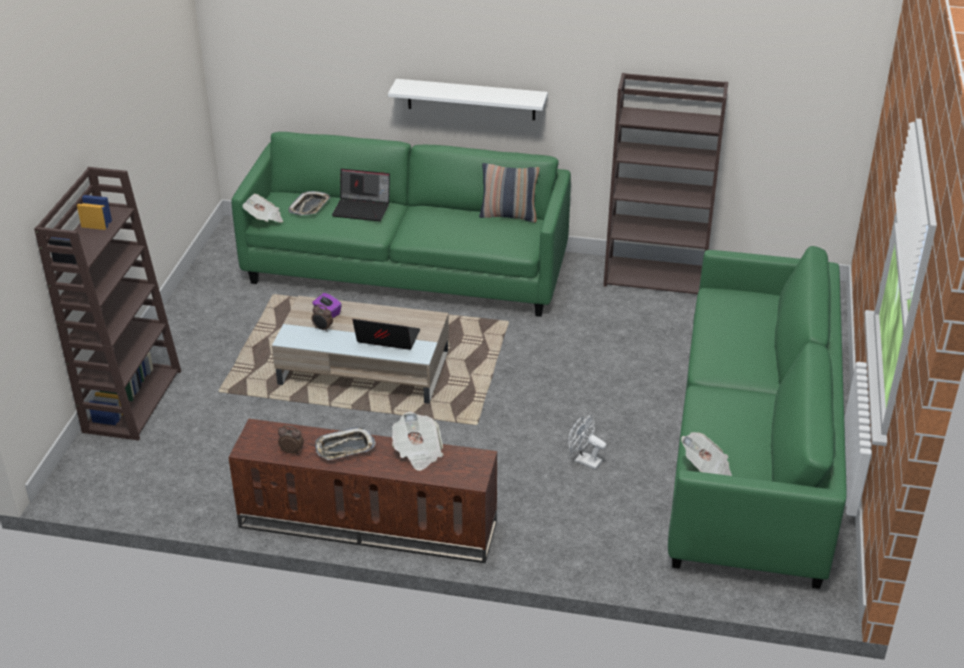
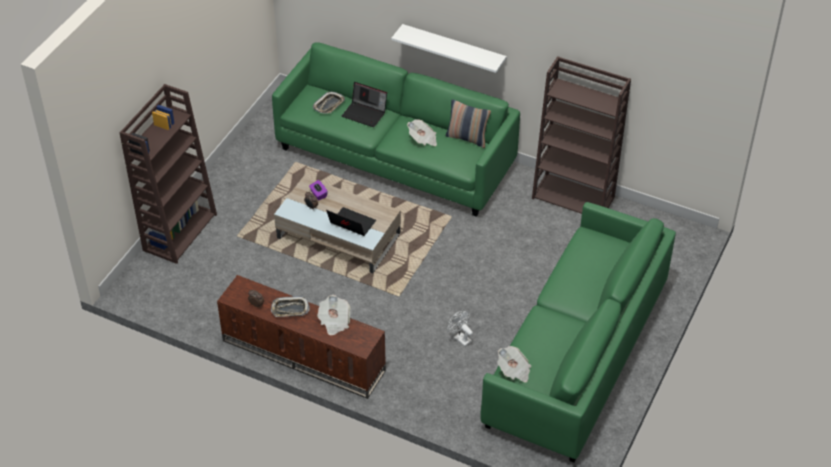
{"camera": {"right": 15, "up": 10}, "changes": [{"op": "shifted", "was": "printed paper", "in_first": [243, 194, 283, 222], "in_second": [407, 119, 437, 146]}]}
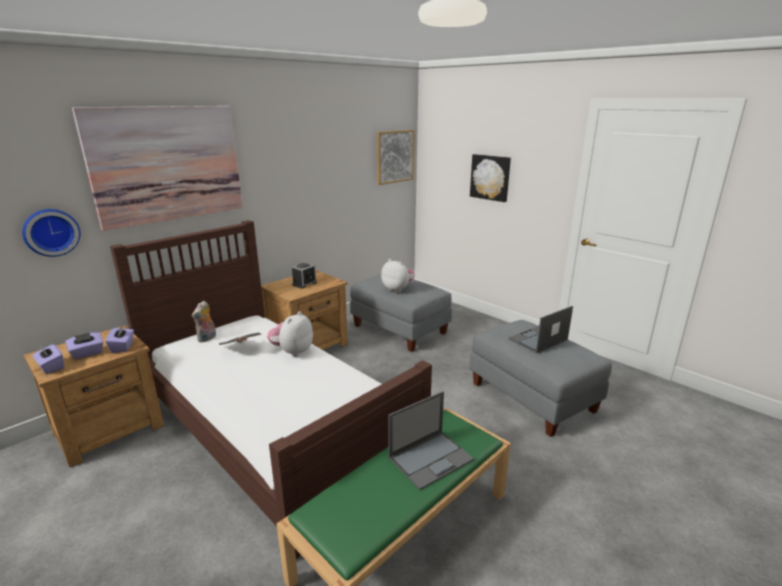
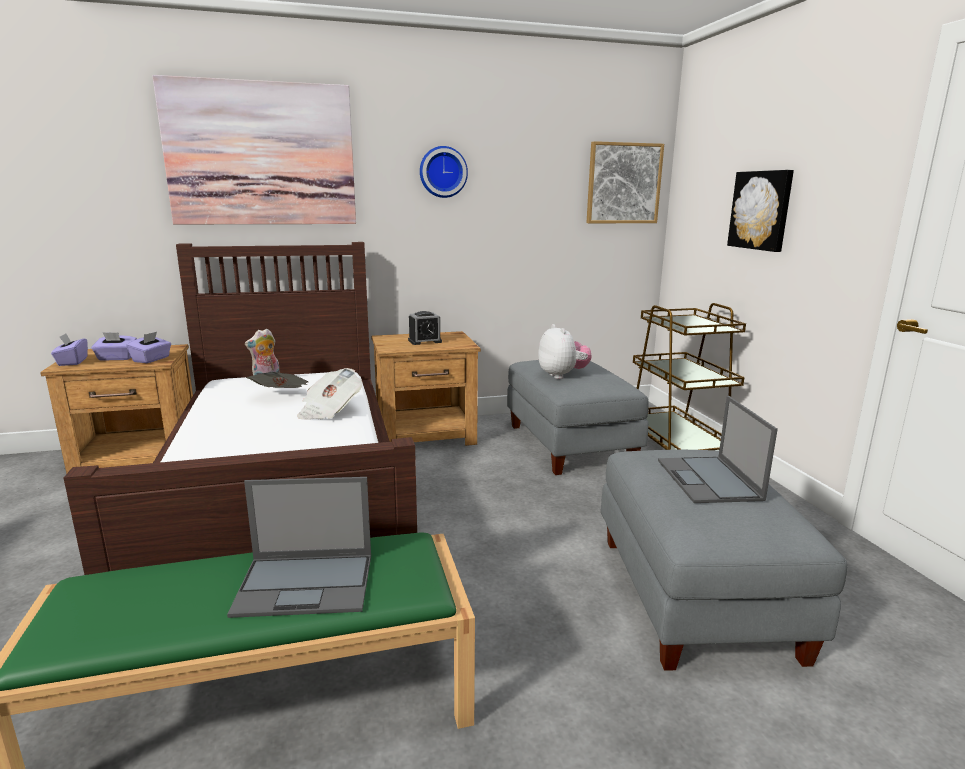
{"camera": {"right": 30, "up": -5}, "changes": [{"op": "shifted", "was": "clock on the wall", "in_first": [22, 209, 80, 257], "in_second": [420, 146, 468, 198]}, {"op": "swapped", "was": "cuddly toy", "now": "printed paper", "in_first": [267, 311, 313, 357], "in_second": [297, 368, 362, 420]}, {"op": "rotated", "was": "portable computer", "in_first": [508, 306, 573, 353], "in_second": [658, 396, 778, 503], "clockwise": -90}, {"op": "new", "now": "cart (brownish)", "in_second": [633, 303, 746, 450]}]}
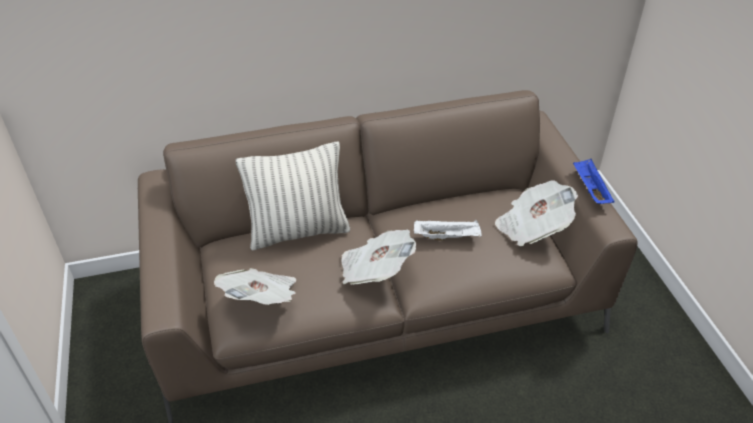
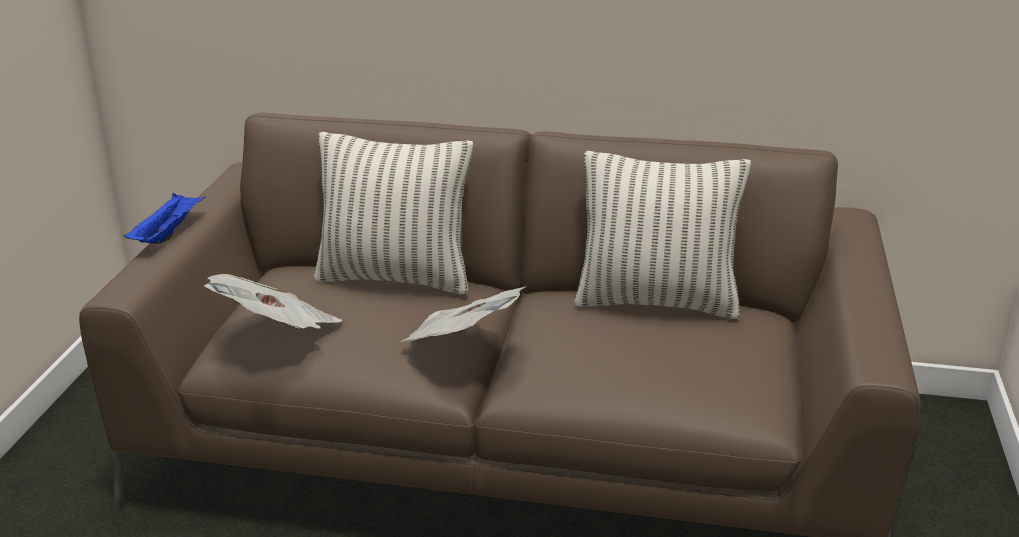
{"camera": {"right": 25, "up": -15}, "changes": [{"op": "gone", "was": "serving tray (whitish)", "in_first": [414, 220, 482, 241]}, {"op": "gone", "was": "printed paper", "in_first": [495, 180, 578, 247]}, {"op": "shifted", "was": "serving tray (bluish)", "in_first": [573, 159, 614, 204], "in_second": [124, 193, 205, 244]}, {"op": "new", "now": "cushion", "in_second": [574, 151, 751, 319]}]}
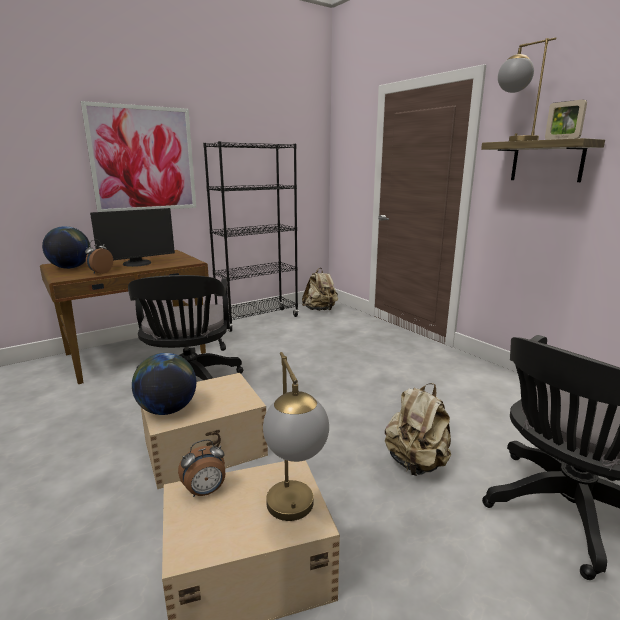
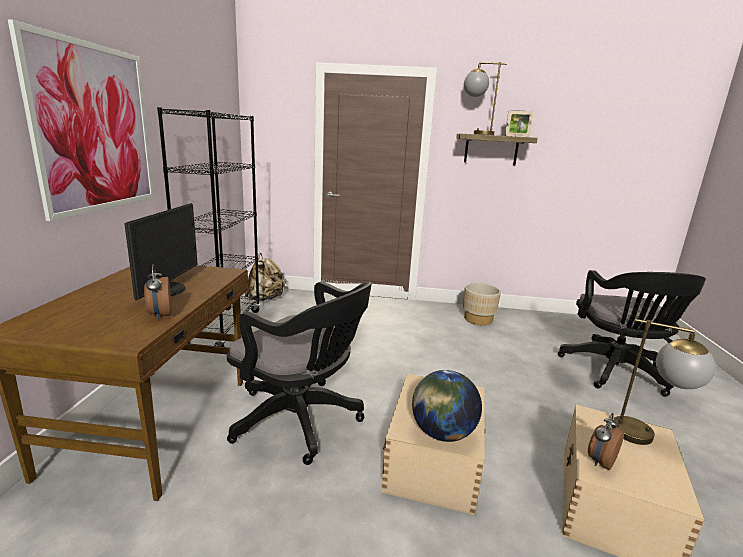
{"camera": {"right": -50, "up": 0}, "changes": [{"op": "gone", "was": "globe", "in_first": [42, 226, 90, 269]}, {"op": "rotated", "was": "alarm clock", "in_first": [178, 439, 225, 497], "in_second": [588, 413, 624, 470], "clockwise": -150}, {"op": "gone", "was": "knapsack (beige)", "in_first": [385, 383, 451, 476]}, {"op": "new", "now": "plant pot (beige)", "in_second": [463, 283, 501, 325]}]}
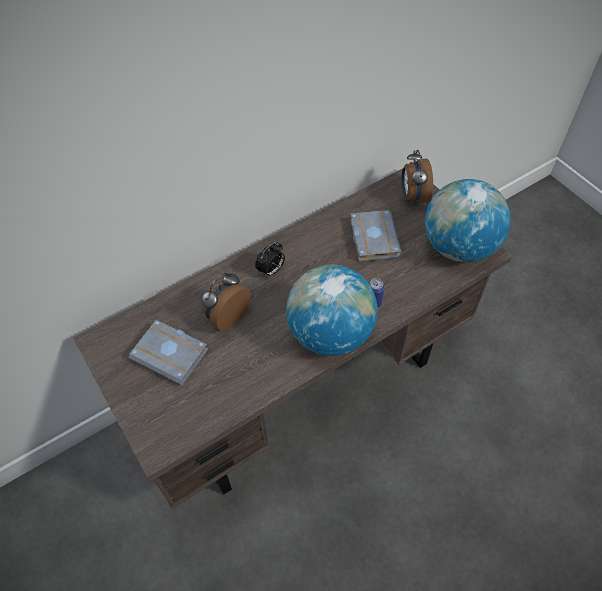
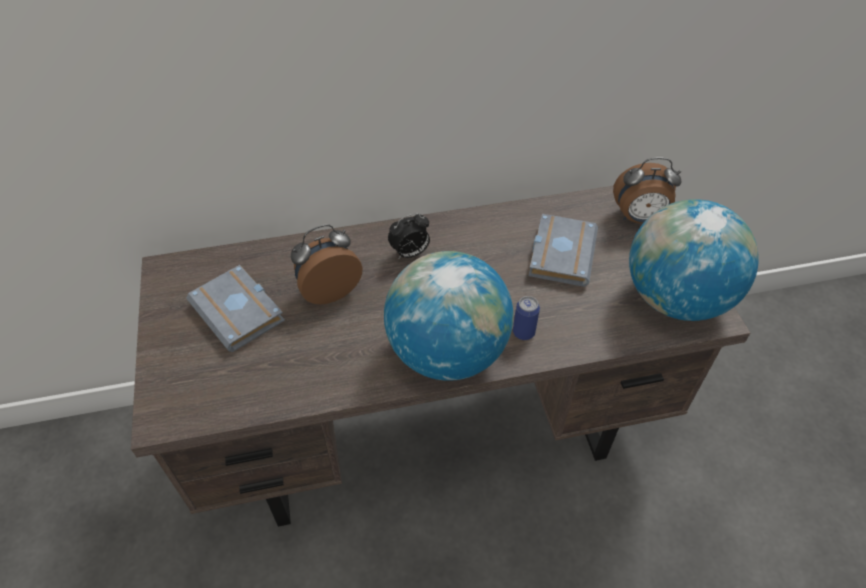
{"camera": {"right": 20, "up": -5}, "changes": [{"op": "rotated", "was": "alarm clock", "in_first": [402, 150, 433, 205], "in_second": [613, 157, 682, 224], "clockwise": -105}]}
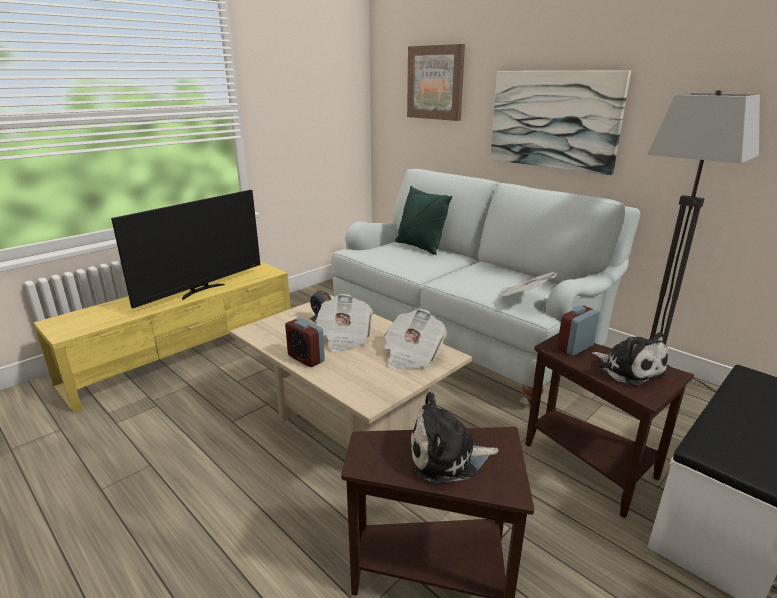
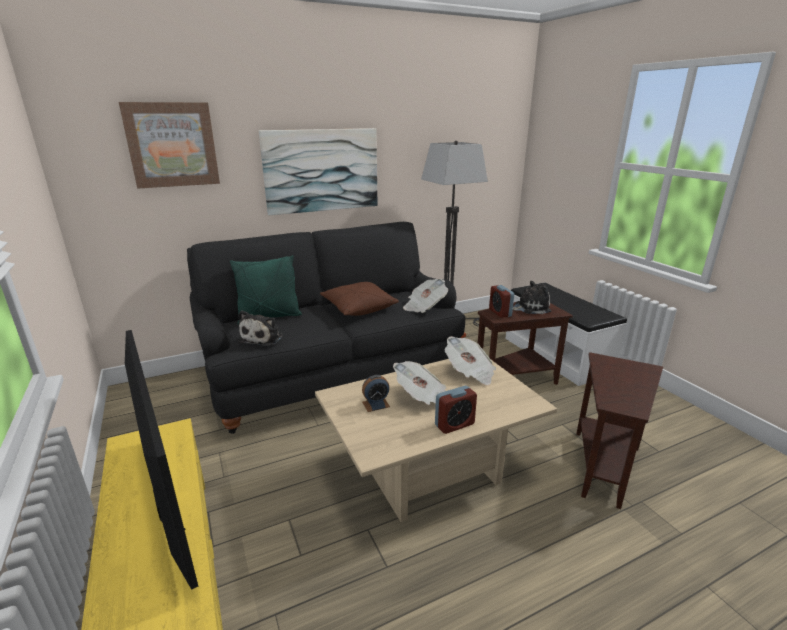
{"camera": {"right": -70, "up": 0}, "changes": [{"op": "repainted", "was": "settee (whitish)", "now": "settee (black-coloured)", "in_first": [331, 169, 640, 405], "in_second": [187, 222, 465, 434]}, {"op": "shifted", "was": "cuddly toy", "in_first": [410, 392, 499, 483], "in_second": [239, 311, 283, 346]}, {"op": "new", "now": "cushion (brownish)", "in_second": [320, 282, 399, 316]}]}
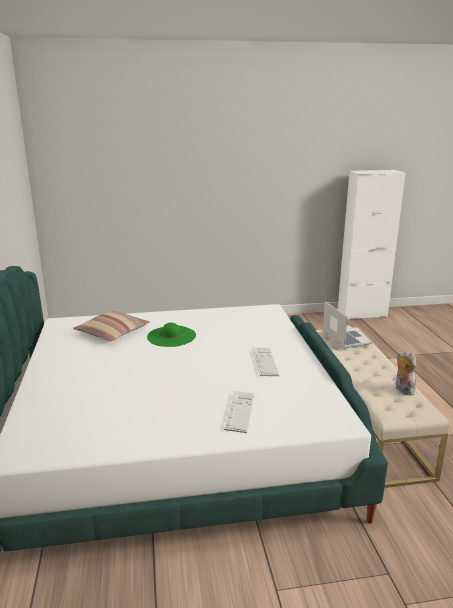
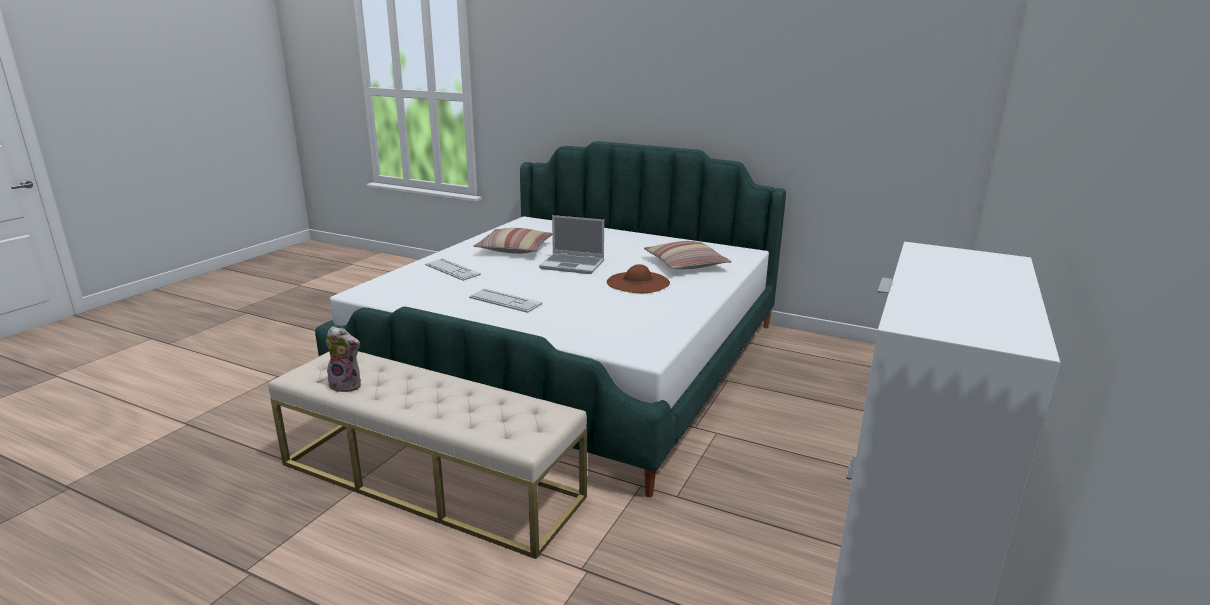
{"camera": {"right": 125, "up": 0}, "changes": [{"op": "repainted", "was": "clothing hat (greenish)", "now": "clothing hat (brownish)", "in_first": [147, 323, 196, 347], "in_second": [607, 264, 670, 293]}, {"op": "shifted", "was": "portable computer", "in_first": [322, 301, 372, 349], "in_second": [539, 215, 604, 274]}, {"op": "new", "now": "cushion", "in_second": [473, 228, 552, 254]}]}
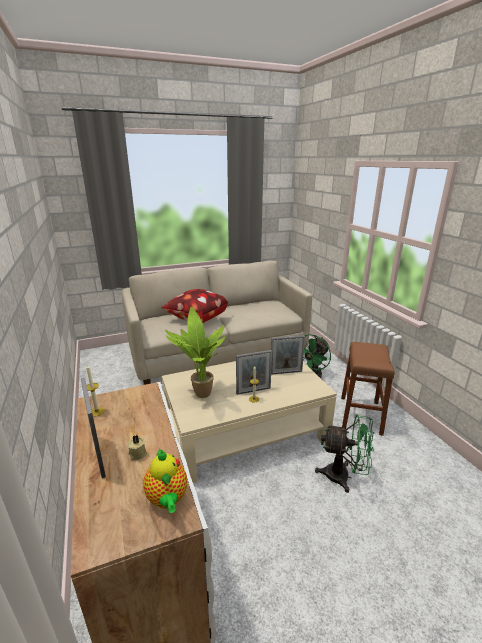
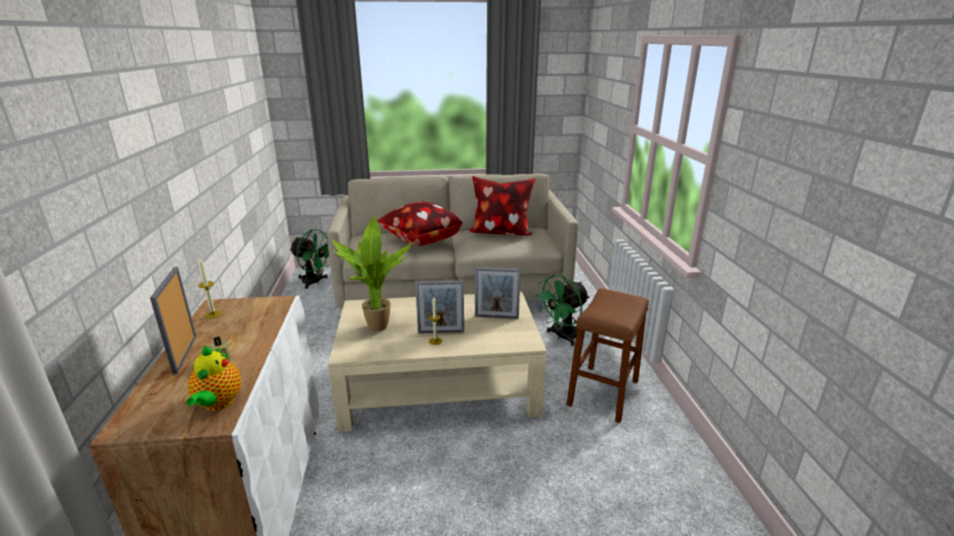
{"camera": {"right": 15, "up": 0}, "changes": [{"op": "shifted", "was": "cooling fan (greenish)", "in_first": [315, 414, 374, 493], "in_second": [289, 229, 329, 289]}, {"op": "new", "now": "cushion", "in_second": [468, 176, 535, 236]}]}
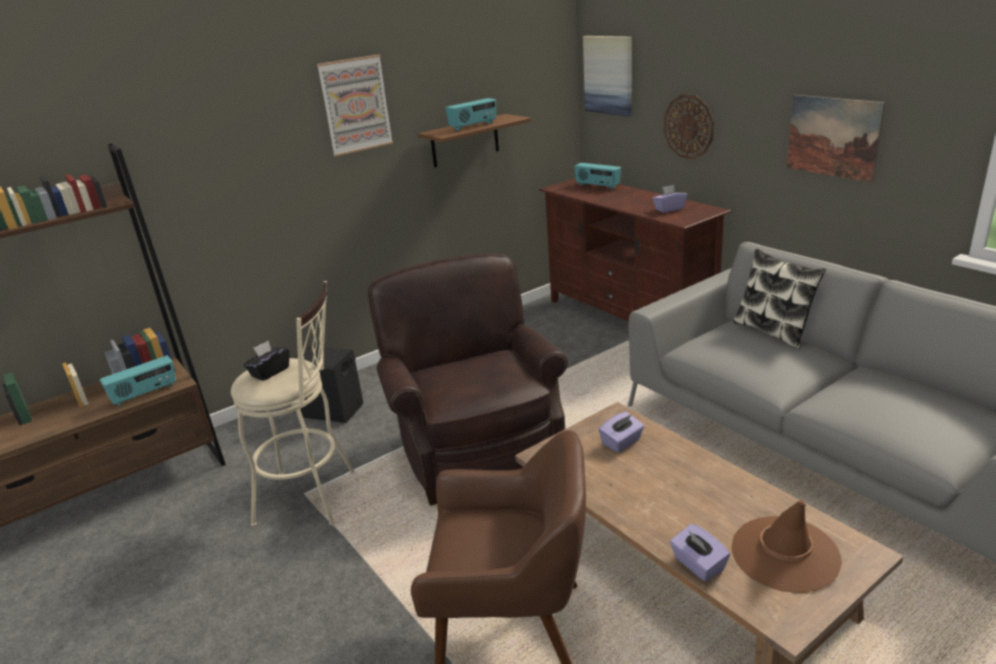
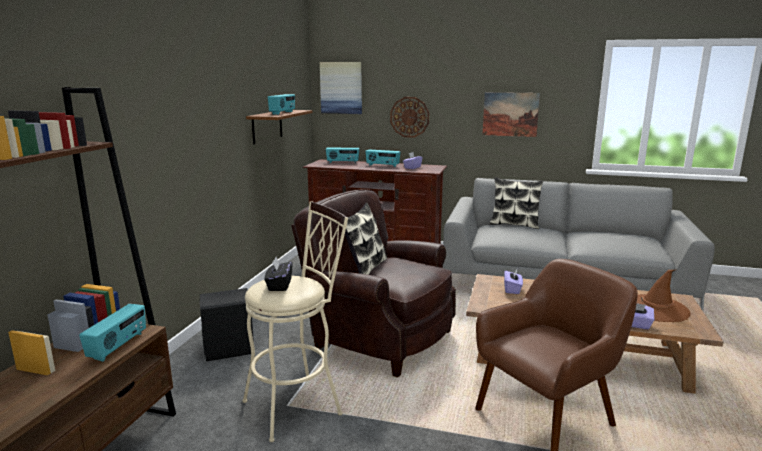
{"camera": {"right": -40, "up": -10}, "changes": [{"op": "gone", "was": "picture", "in_first": [317, 55, 393, 156]}, {"op": "new", "now": "cushion", "in_second": [345, 203, 387, 275]}, {"op": "new", "now": "radio", "in_second": [365, 150, 401, 167]}]}
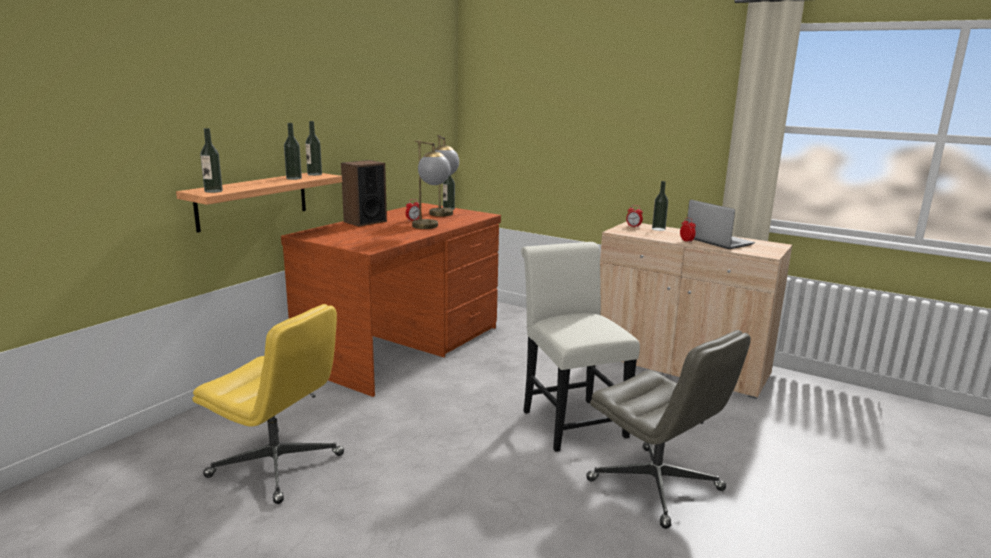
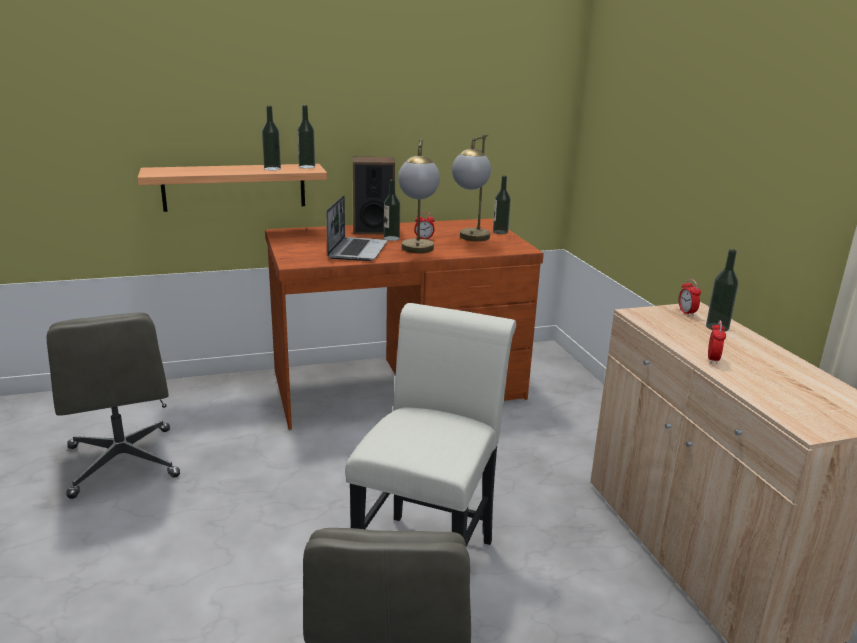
{"camera": {"right": 40, "up": 5}, "changes": [{"op": "repainted", "was": "computer chair (yellowish)", "now": "computer chair (gray)", "in_first": [192, 304, 344, 504], "in_second": [47, 312, 180, 499]}, {"op": "shifted", "was": "bottle", "in_first": [200, 128, 223, 193], "in_second": [384, 179, 400, 241]}, {"op": "shifted", "was": "portable computer", "in_first": [687, 200, 755, 249], "in_second": [326, 195, 388, 261]}]}
